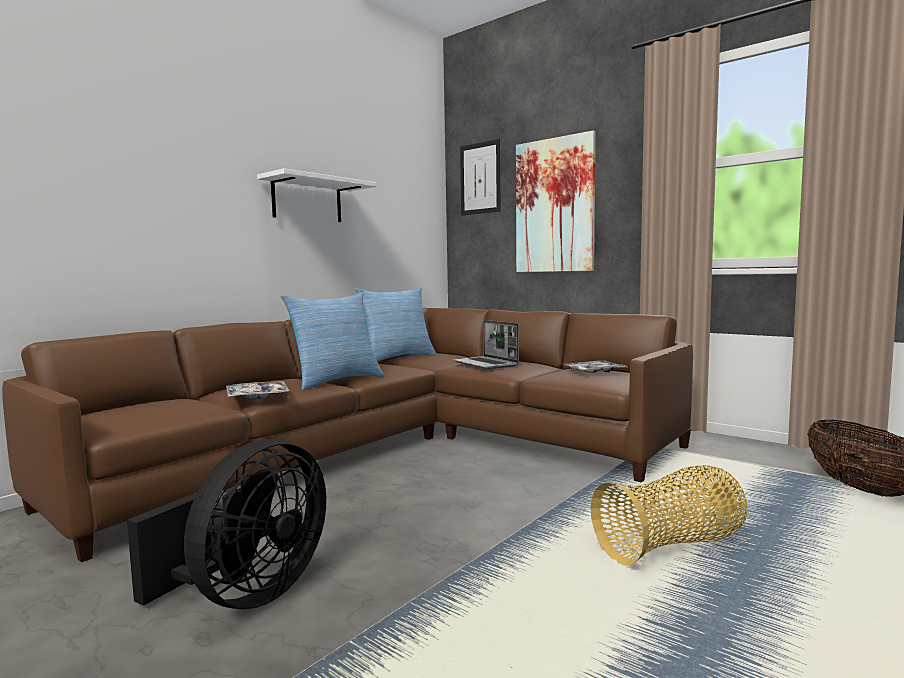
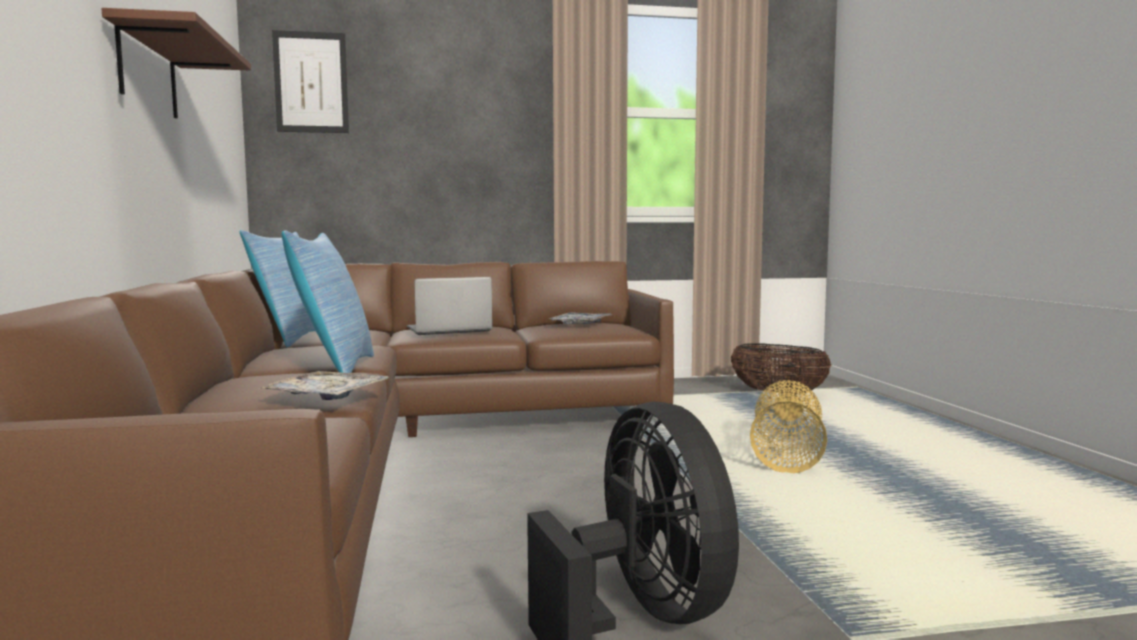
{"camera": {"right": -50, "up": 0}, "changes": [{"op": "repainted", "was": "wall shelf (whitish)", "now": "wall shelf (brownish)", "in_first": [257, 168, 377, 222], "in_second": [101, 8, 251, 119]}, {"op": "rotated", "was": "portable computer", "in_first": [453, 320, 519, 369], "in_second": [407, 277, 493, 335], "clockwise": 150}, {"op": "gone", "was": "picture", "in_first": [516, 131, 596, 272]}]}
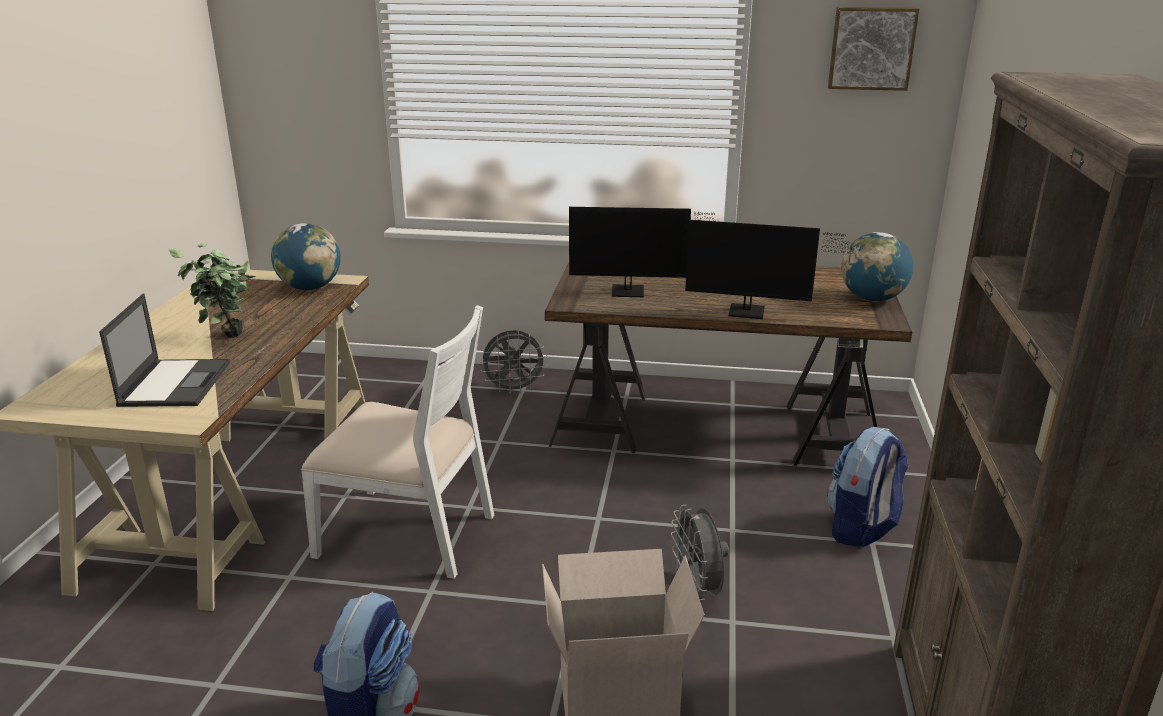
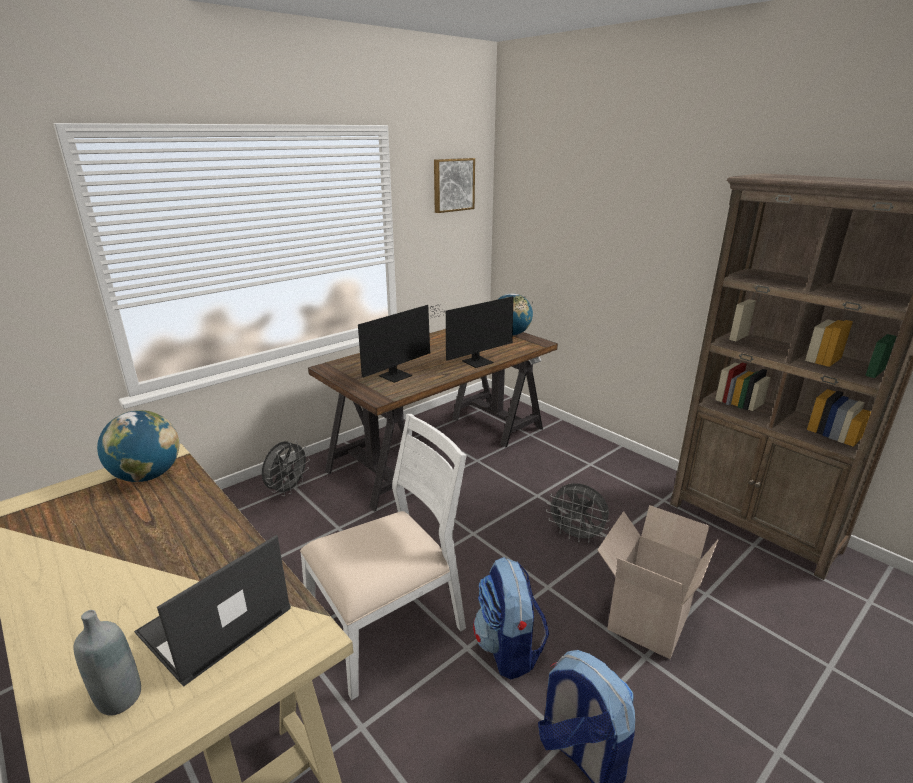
{"camera": {"right": -50, "up": 0}, "changes": [{"op": "rotated", "was": "portable computer", "in_first": [99, 293, 230, 407], "in_second": [134, 535, 291, 686], "clockwise": -90}, {"op": "gone", "was": "plant in a pot", "in_first": [169, 244, 256, 338]}, {"op": "shifted", "was": "knapsack", "in_first": [827, 427, 908, 547], "in_second": [473, 557, 549, 680]}, {"op": "new", "now": "bottle (gray)", "in_second": [74, 610, 141, 716]}]}
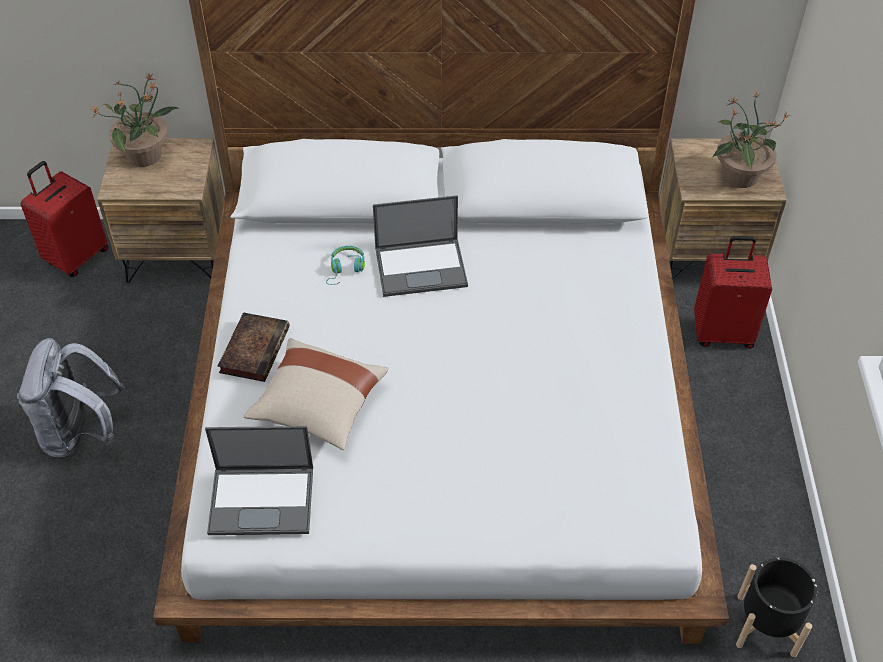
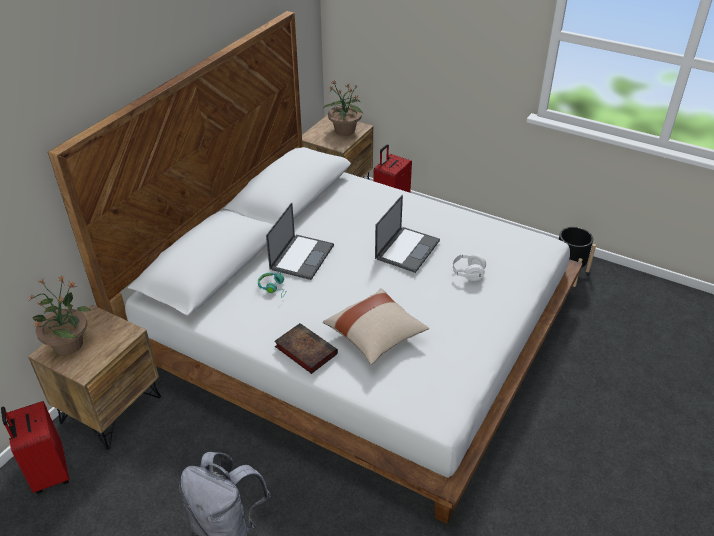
{"camera": {"right": -60, "up": -10}, "changes": [{"op": "shifted", "was": "portable computer", "in_first": [205, 426, 313, 535], "in_second": [375, 195, 440, 273]}, {"op": "new", "now": "headphones (whitish)", "in_second": [451, 254, 486, 281]}]}
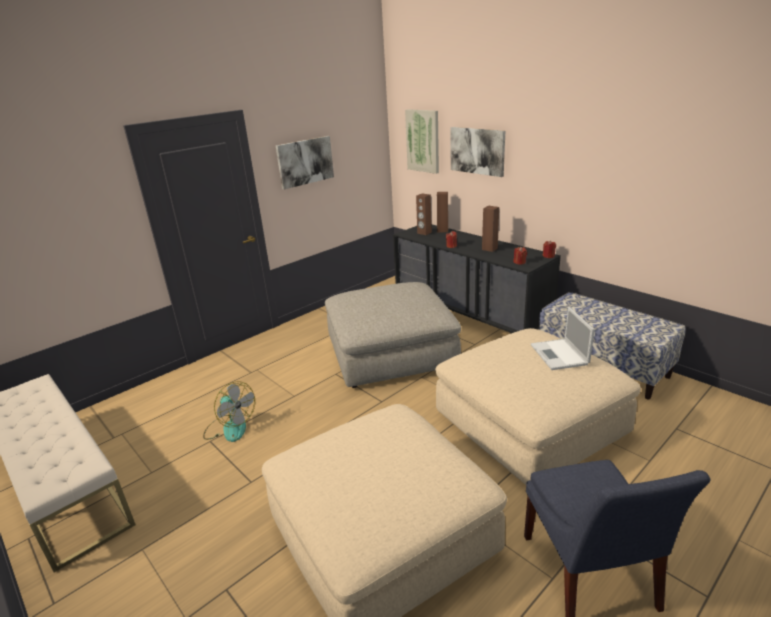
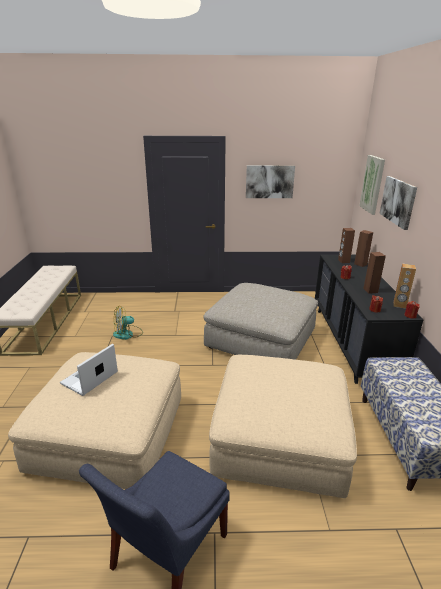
{"camera": {"right": 40, "up": 0}, "changes": [{"op": "rotated", "was": "cooling fan", "in_first": [203, 381, 255, 442], "in_second": [113, 306, 143, 340], "clockwise": 75}, {"op": "shifted", "was": "portable computer", "in_first": [531, 307, 595, 370], "in_second": [60, 344, 118, 396]}, {"op": "new", "now": "audio speaker (brownish)", "in_second": [393, 263, 416, 309]}]}
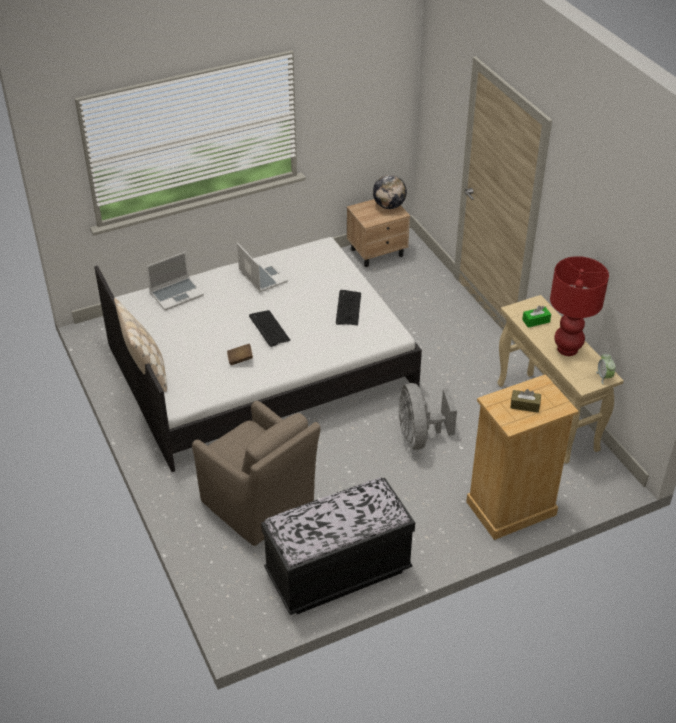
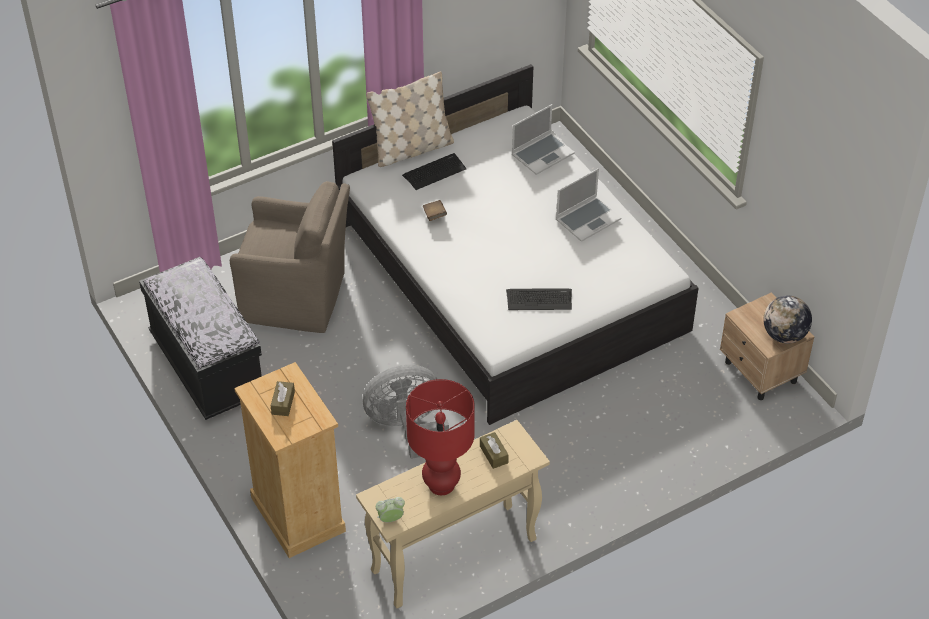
{"camera": {"right": 85, "up": 5}, "changes": [{"op": "rotated", "was": "portable computer", "in_first": [146, 251, 204, 310], "in_second": [512, 104, 575, 175], "clockwise": -90}, {"op": "rotated", "was": "easy chair (brownish)", "in_first": [192, 401, 320, 546], "in_second": [230, 181, 350, 333], "clockwise": -120}, {"op": "shifted", "was": "computer keyboard", "in_first": [249, 310, 291, 347], "in_second": [402, 153, 466, 190]}, {"op": "repainted", "was": "tissue holder (greenish)", "now": "tissue holder (brownish)", "in_first": [522, 305, 551, 328], "in_second": [480, 432, 509, 469]}]}
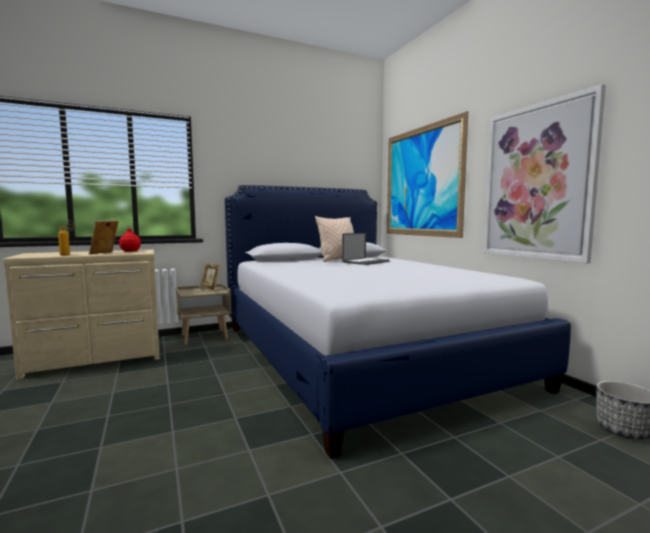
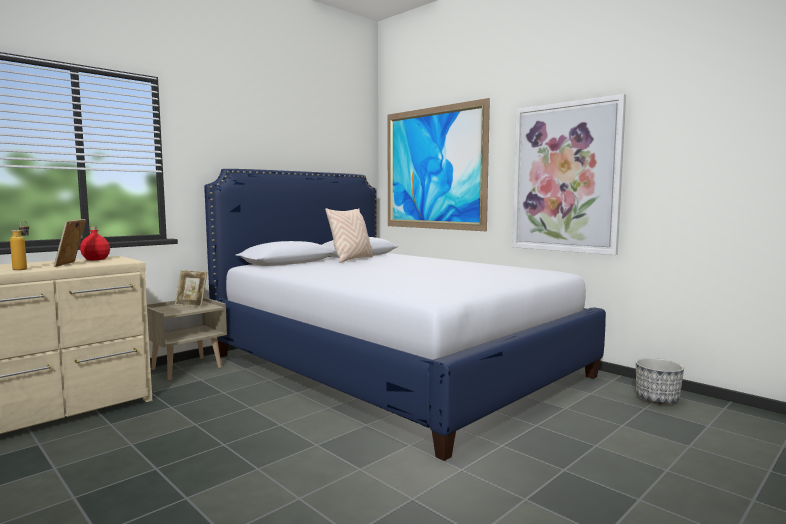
{"camera": {"right": -20, "up": 0}, "changes": [{"op": "gone", "was": "portable computer", "in_first": [342, 233, 389, 265]}]}
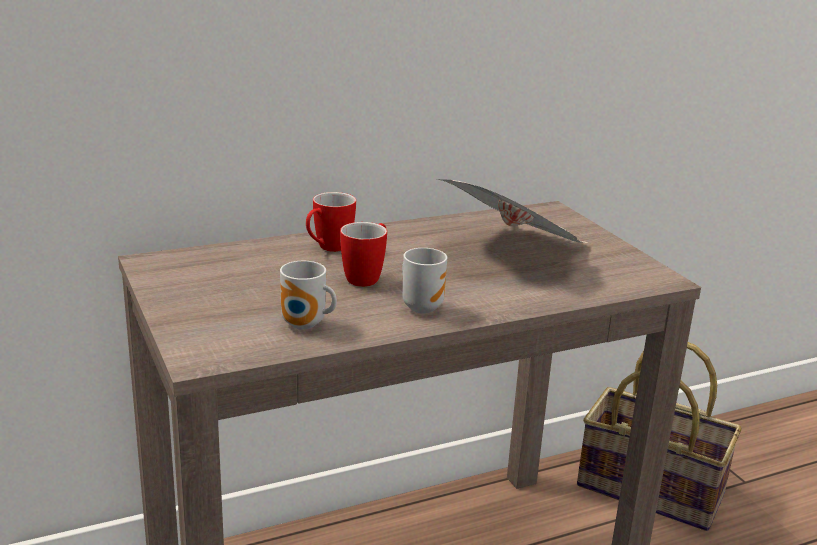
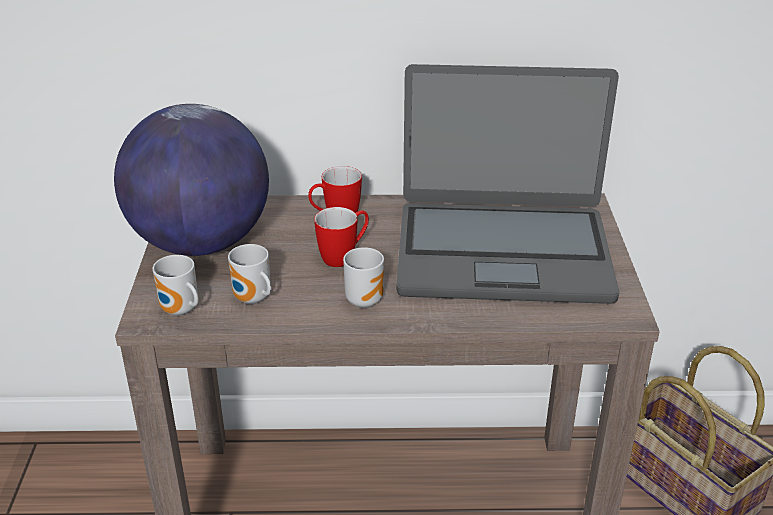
{"camera": {"right": 25, "up": 10}, "changes": [{"op": "swapped", "was": "printed paper", "now": "portable computer", "in_first": [437, 179, 588, 243], "in_second": [396, 64, 619, 304]}, {"op": "new", "now": "globe", "in_second": [114, 104, 269, 256]}, {"op": "new", "now": "tea mug", "in_second": [152, 255, 198, 316]}]}
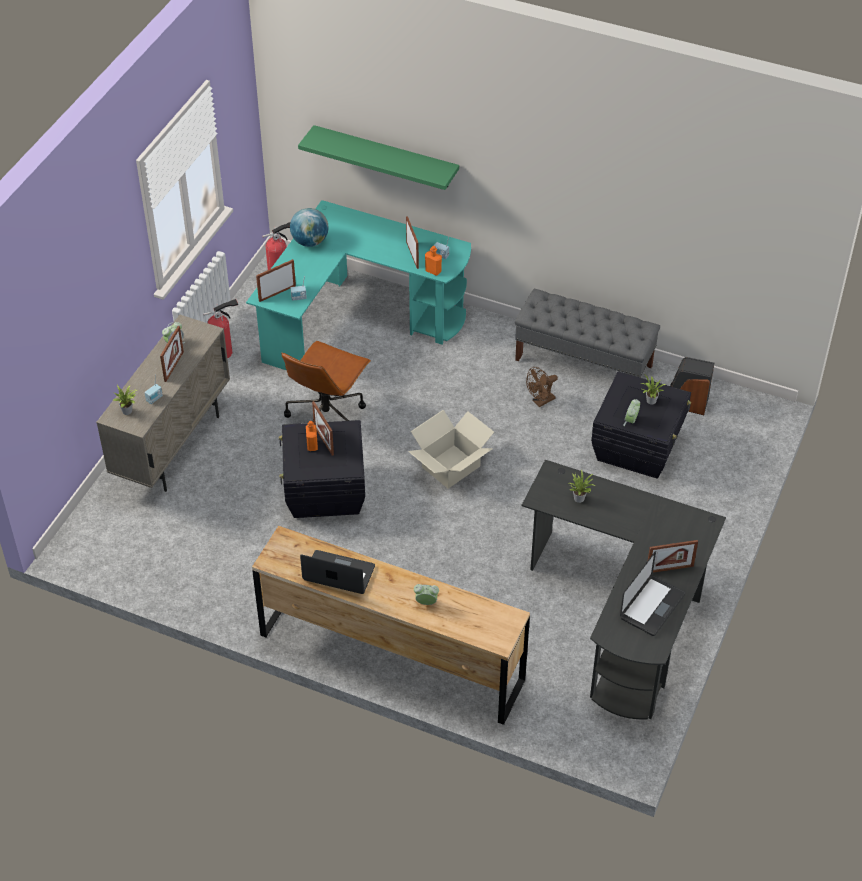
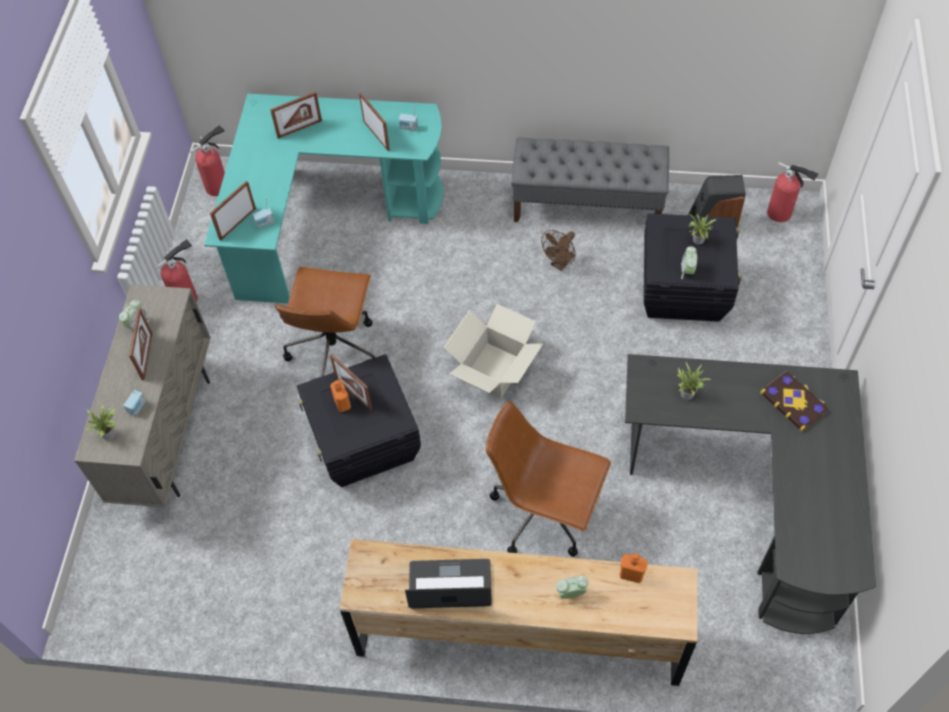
{"camera": {"right": -15, "up": 10}, "changes": [{"op": "gone", "was": "globe", "in_first": [290, 208, 329, 247]}, {"op": "gone", "was": "wall shelf (greenish)", "in_first": [298, 125, 459, 190]}, {"op": "shifted", "was": "bottle (orange-coloured)", "in_first": [425, 246, 442, 276], "in_second": [620, 553, 648, 583]}, {"op": "gone", "was": "portable computer", "in_first": [620, 551, 685, 636]}, {"op": "shifted", "was": "standing frame", "in_first": [648, 540, 698, 573], "in_second": [270, 91, 322, 139]}, {"op": "new", "now": "computer chair (brownish)", "in_second": [486, 401, 611, 557]}, {"op": "new", "now": "book", "in_second": [760, 371, 829, 432]}, {"op": "new", "now": "extinguisher", "in_second": [767, 162, 819, 222]}]}
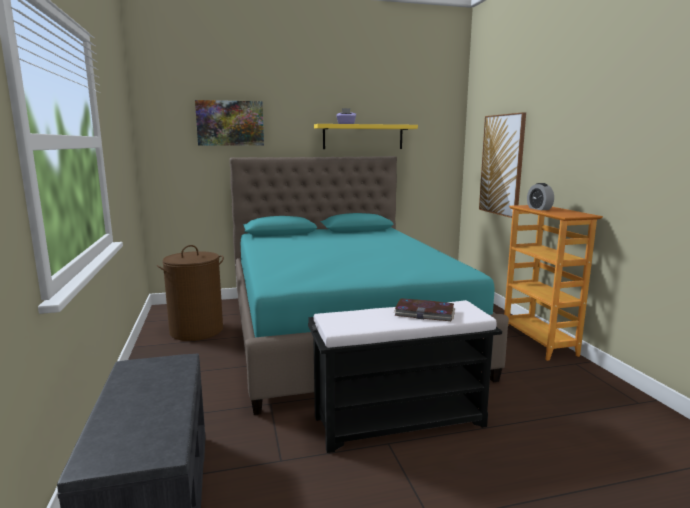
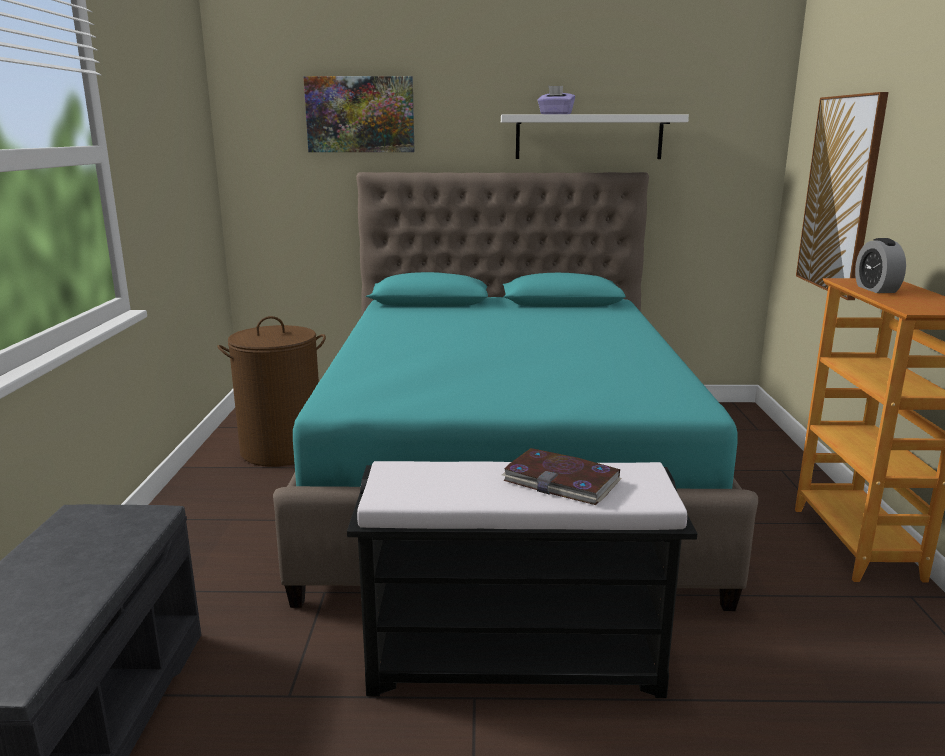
{"camera": {"right": 15, "up": 5}, "changes": [{"op": "repainted", "was": "wall shelf (yellowish)", "now": "wall shelf (whitish)", "in_first": [314, 124, 418, 149], "in_second": [501, 115, 689, 159]}]}
